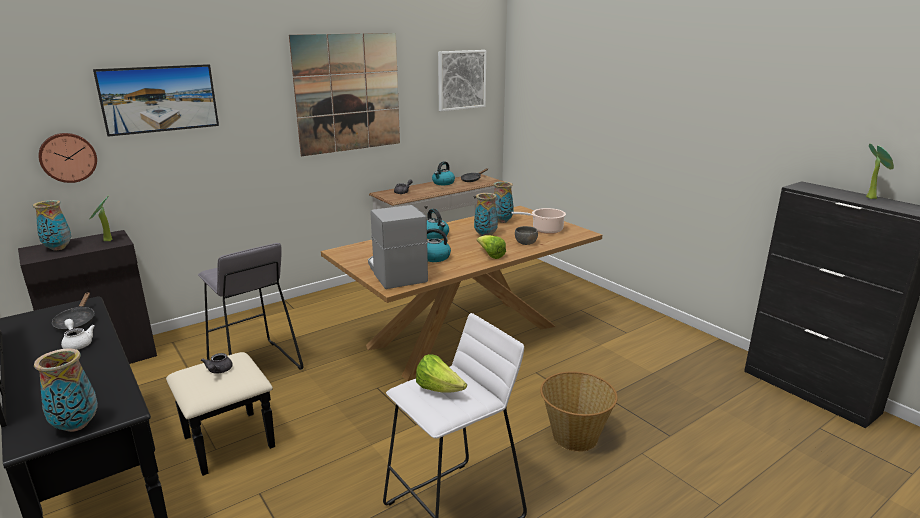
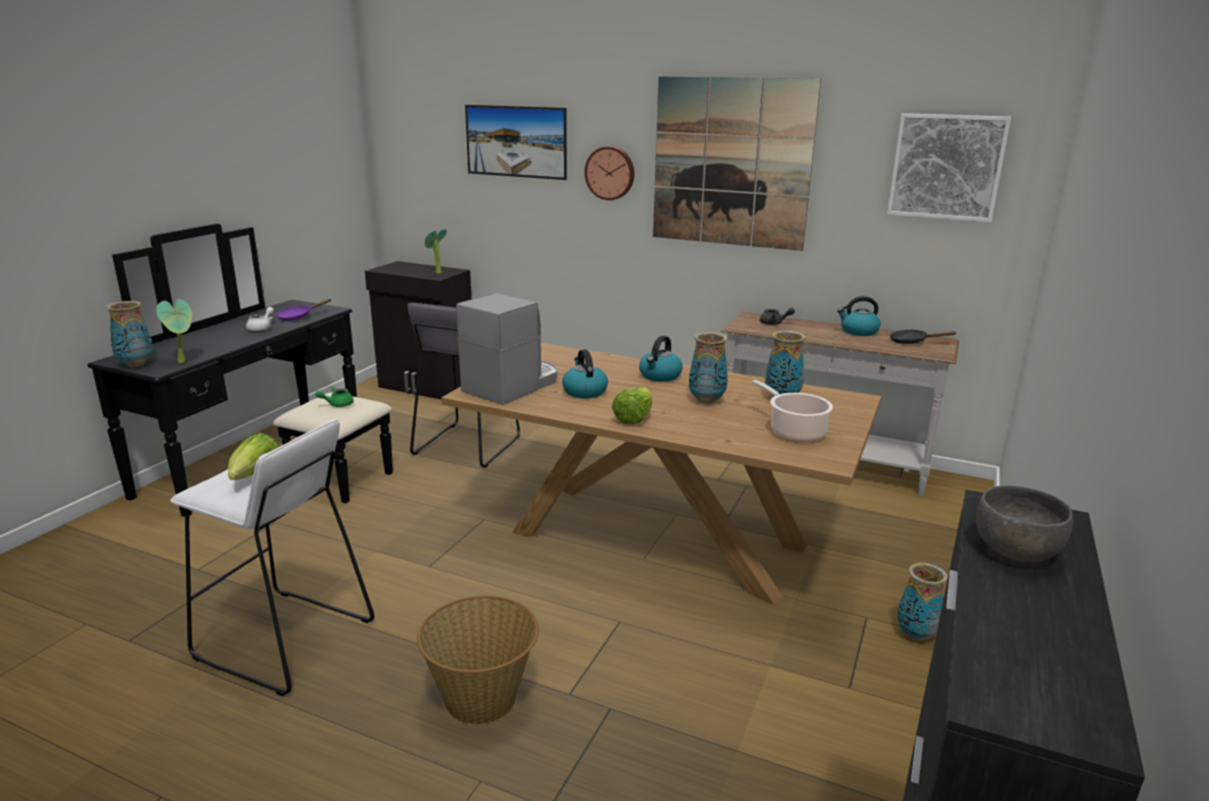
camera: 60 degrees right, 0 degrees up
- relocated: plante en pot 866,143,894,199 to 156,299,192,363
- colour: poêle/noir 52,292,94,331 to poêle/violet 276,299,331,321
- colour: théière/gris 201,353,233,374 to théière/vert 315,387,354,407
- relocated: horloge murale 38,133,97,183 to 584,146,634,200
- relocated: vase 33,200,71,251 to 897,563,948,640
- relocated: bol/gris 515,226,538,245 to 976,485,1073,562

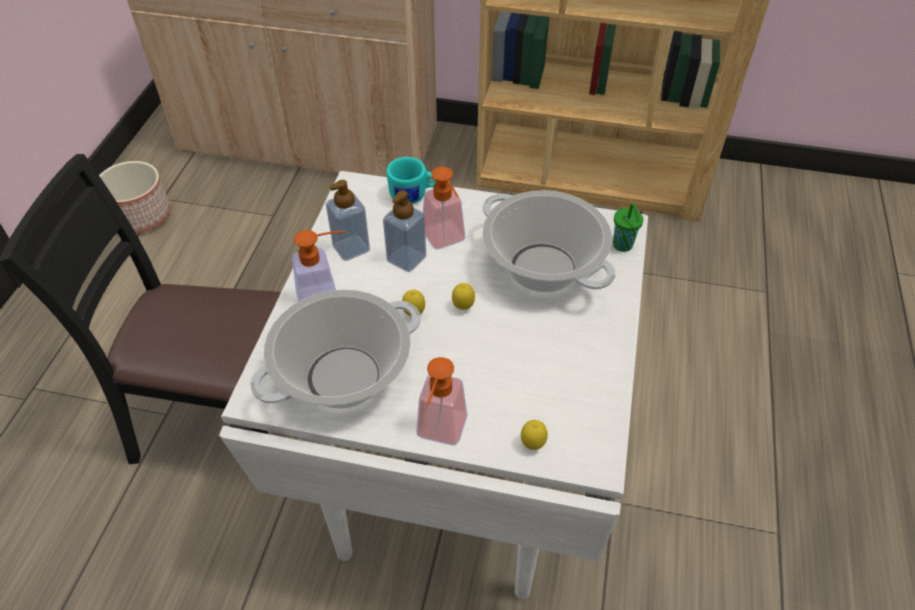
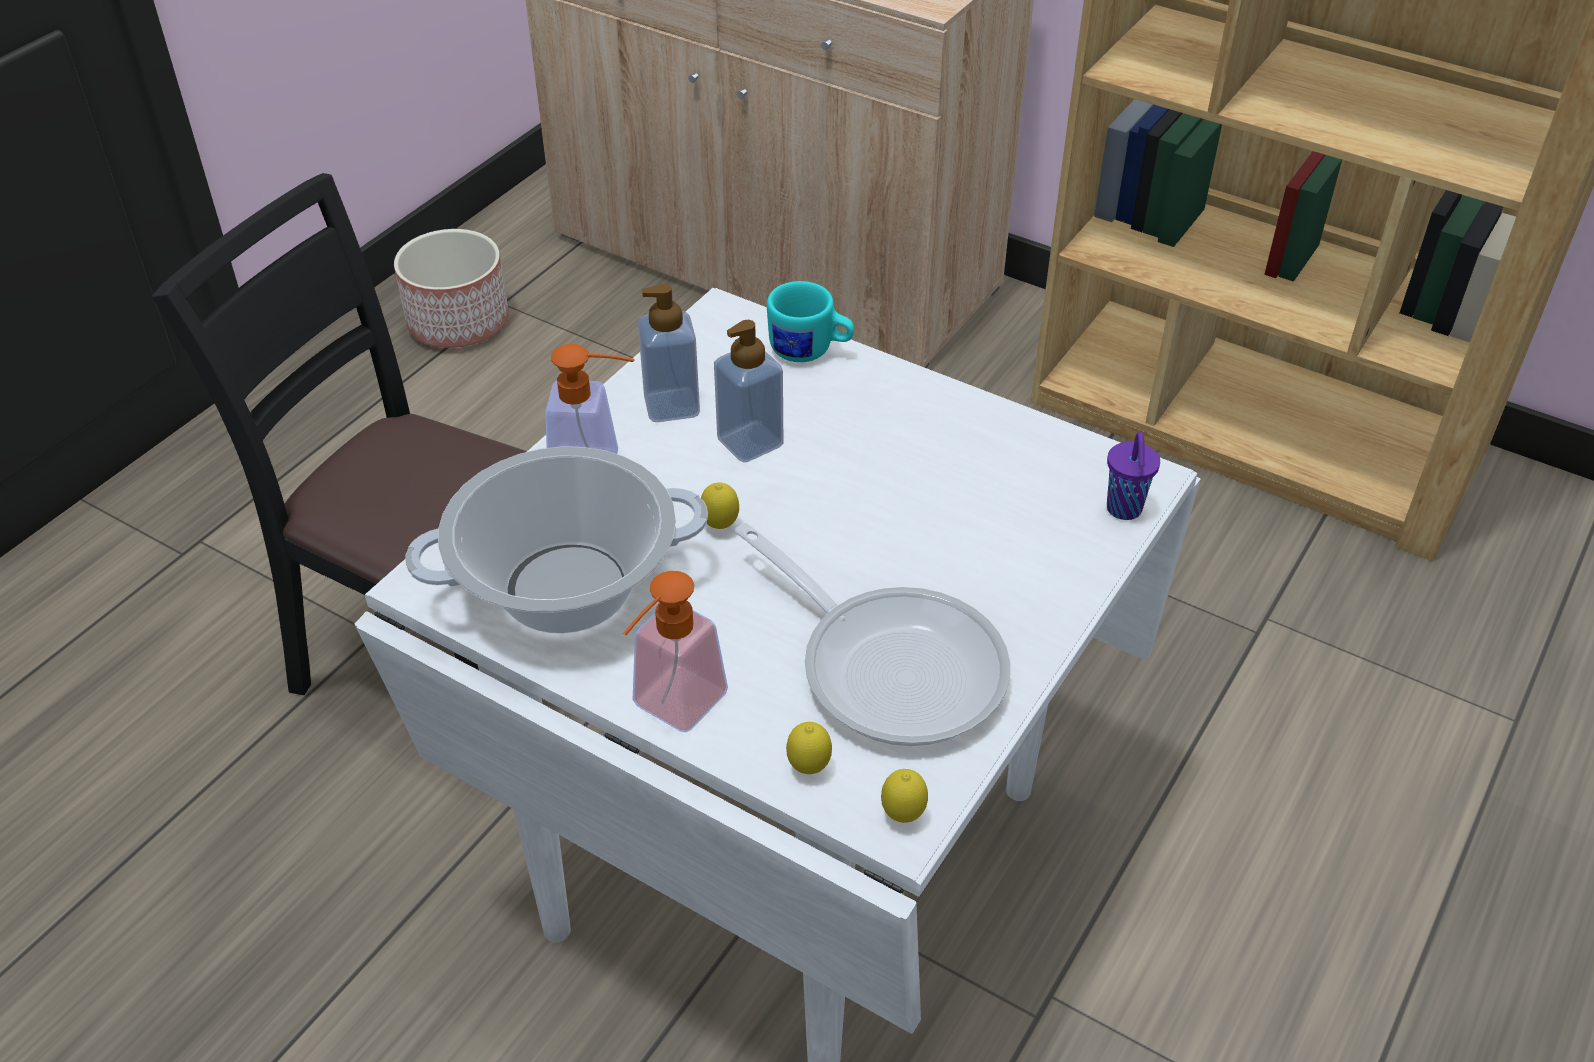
camera: 20 degrees right, 5 degrees down
- appeared: poêle 735,523,1010,746
- relocated: citron 452,283,475,310 to 881,769,928,823
- colour: tasse/vert 613,203,643,252 to tasse/violet 1107,432,1160,520
- missing: distributeur de savon 423,167,466,249
- missing: marmite 482,190,616,292

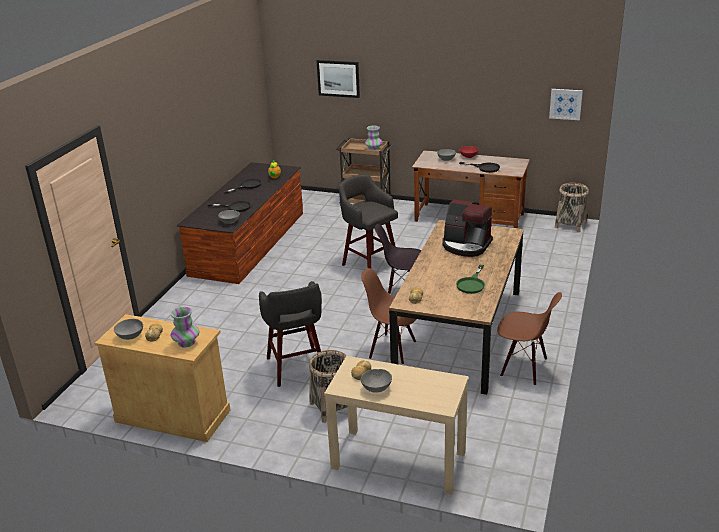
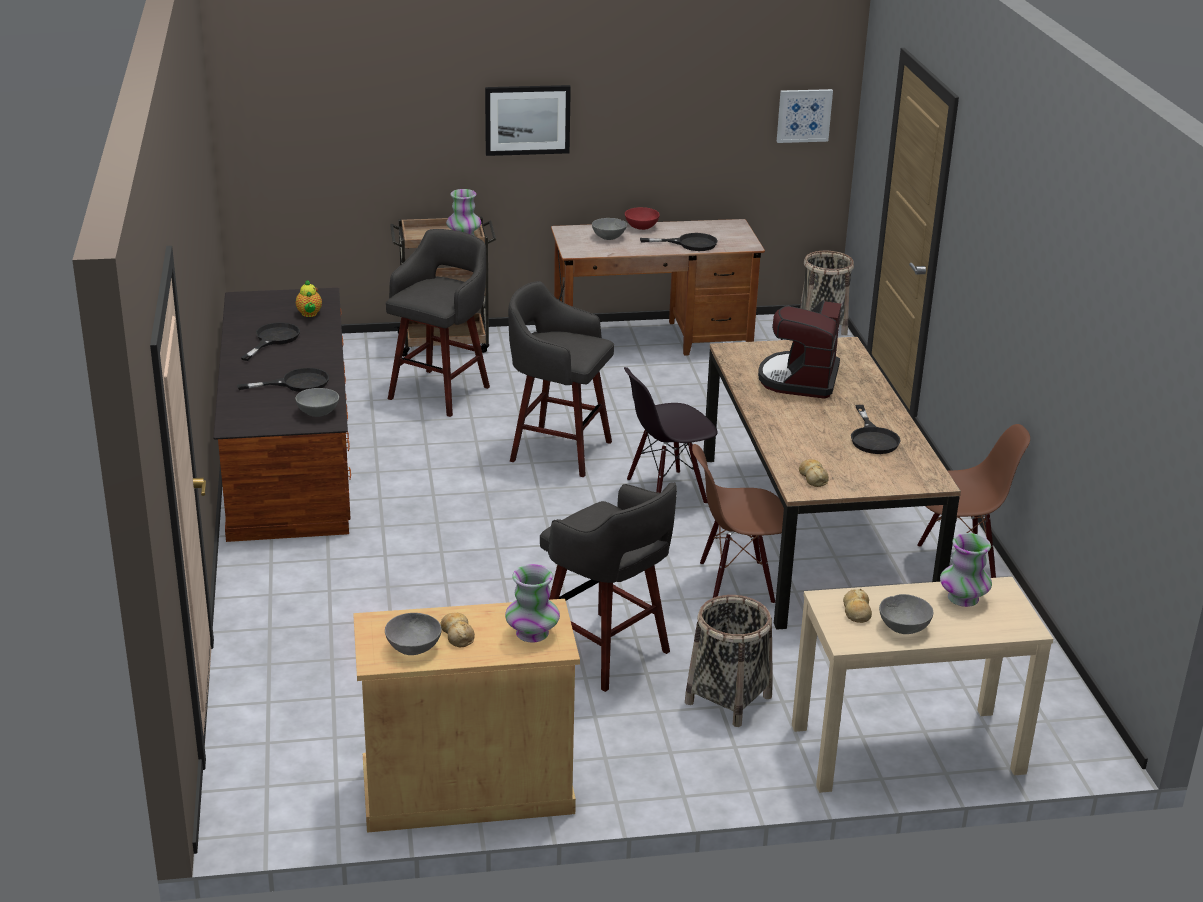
camera: 30 degrees left, 0 degrees up
- appeared: tabouret/gris 386,229,490,417
- relocated: tableau 317,60,360,98 to 485,85,571,156
- spun: machine à café 442,199,493,257 = 758,300,841,399 105 degrees clockwise
- colour: poêle/vert 456,265,485,294 to poêle/noir 851,405,901,454
- appeared: vase 940,533,992,607

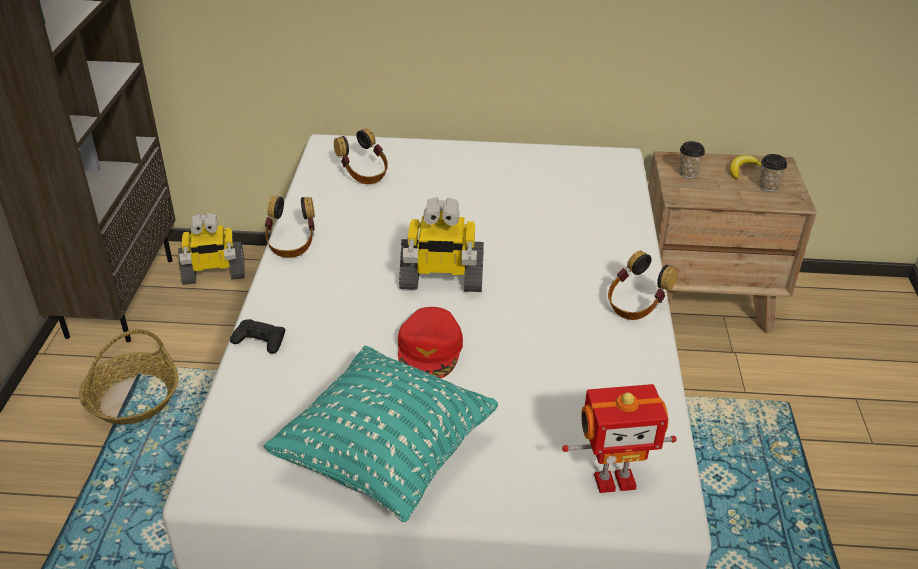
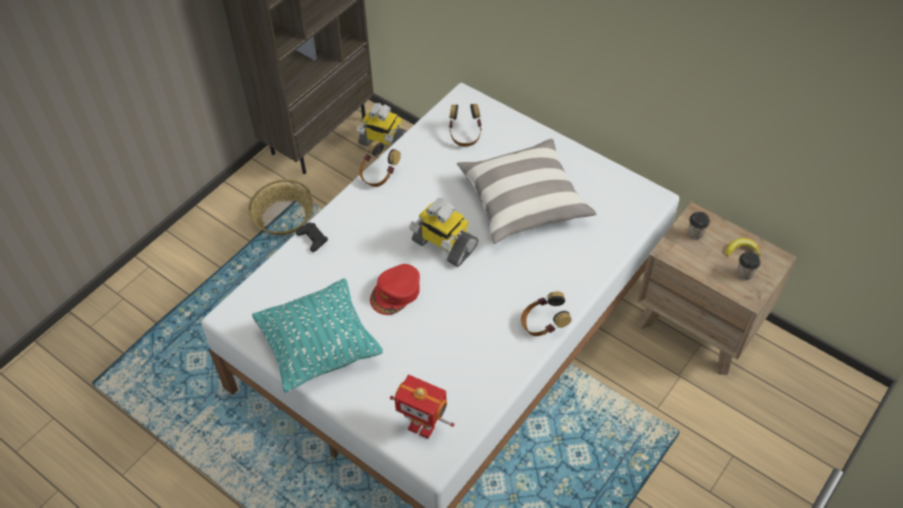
camera: 35 degrees right, 15 degrees up
- appeared: coussin 457,138,596,244

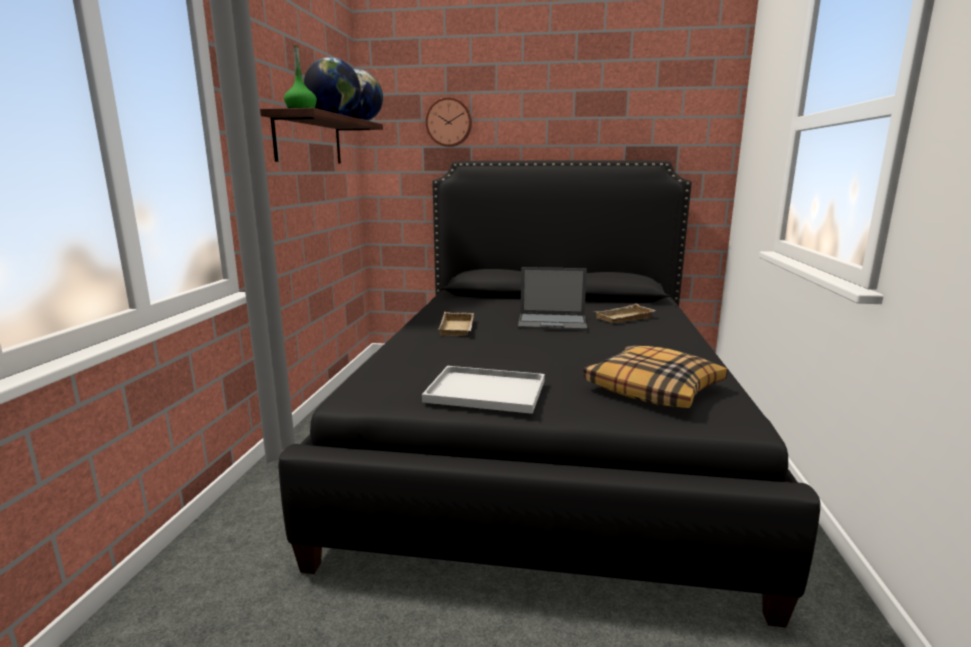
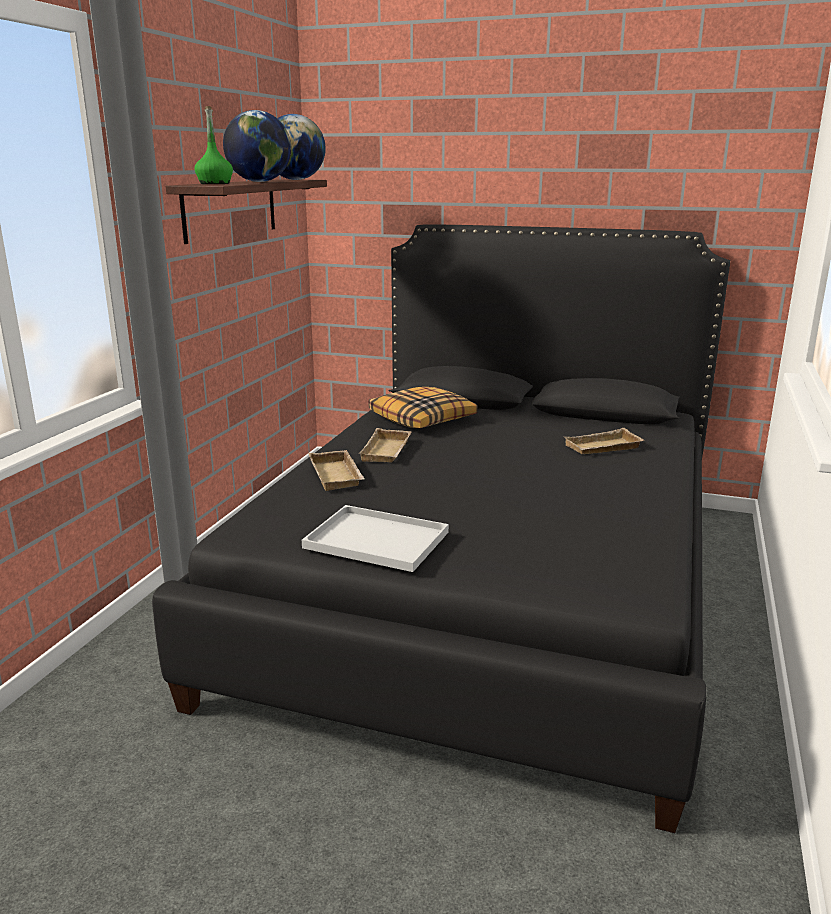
camera: 10 degrees right, 5 degrees up
- appeared: plateau/beige 308,450,365,491
- relocated: coussin 583,346,728,408 to 369,387,478,428
- missing: horloge murale 426,97,472,147
- missing: ordinateur portable 518,267,587,331

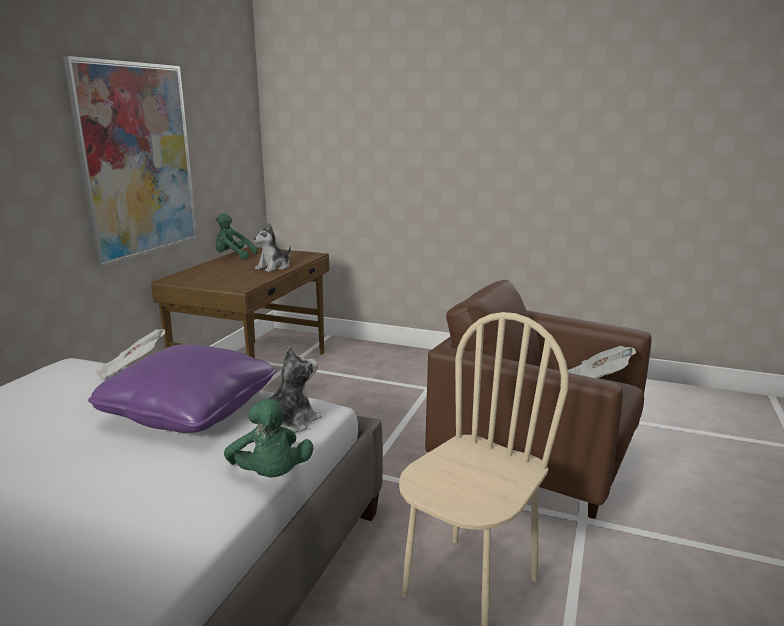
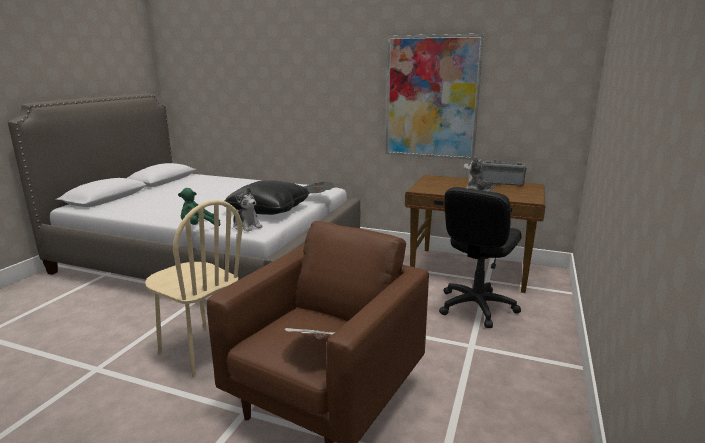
camera: 90 degrees right, 0 degrees up
- colour: coussin/violet 88,345,277,433 to coussin/noir 225,180,310,215
- appeared: chaise de bureau/noir 439,187,522,328
- exchanged: peluche/vert 216,213,258,259 to radio 481,160,527,186

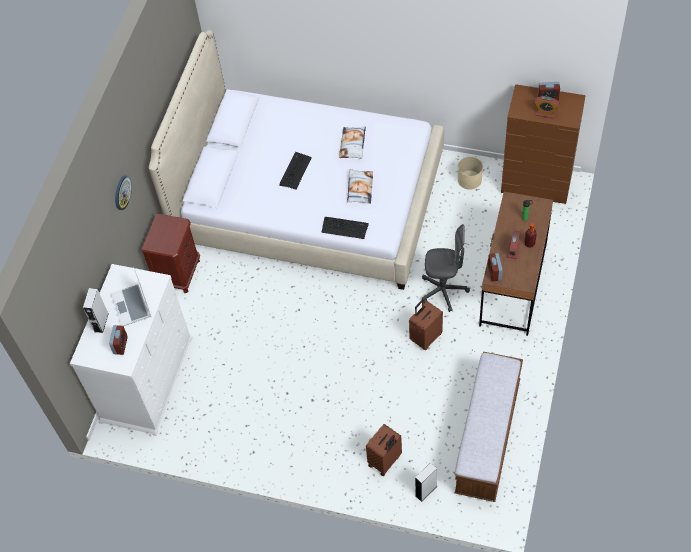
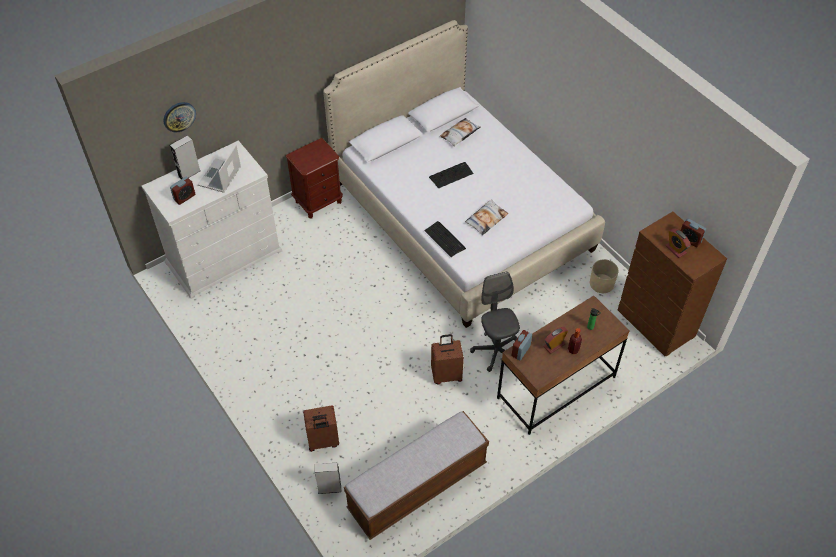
camera: 35 degrees right, 5 degrees down
- relocated: horloge murale 115,176,132,210 to 163,102,196,132
- relocated: coussin 339,126,366,159 to 440,118,481,146
- spun: chaise de bureau/gris 422,224,470,312 = 470,272,520,372 150 degrees counterclockwise

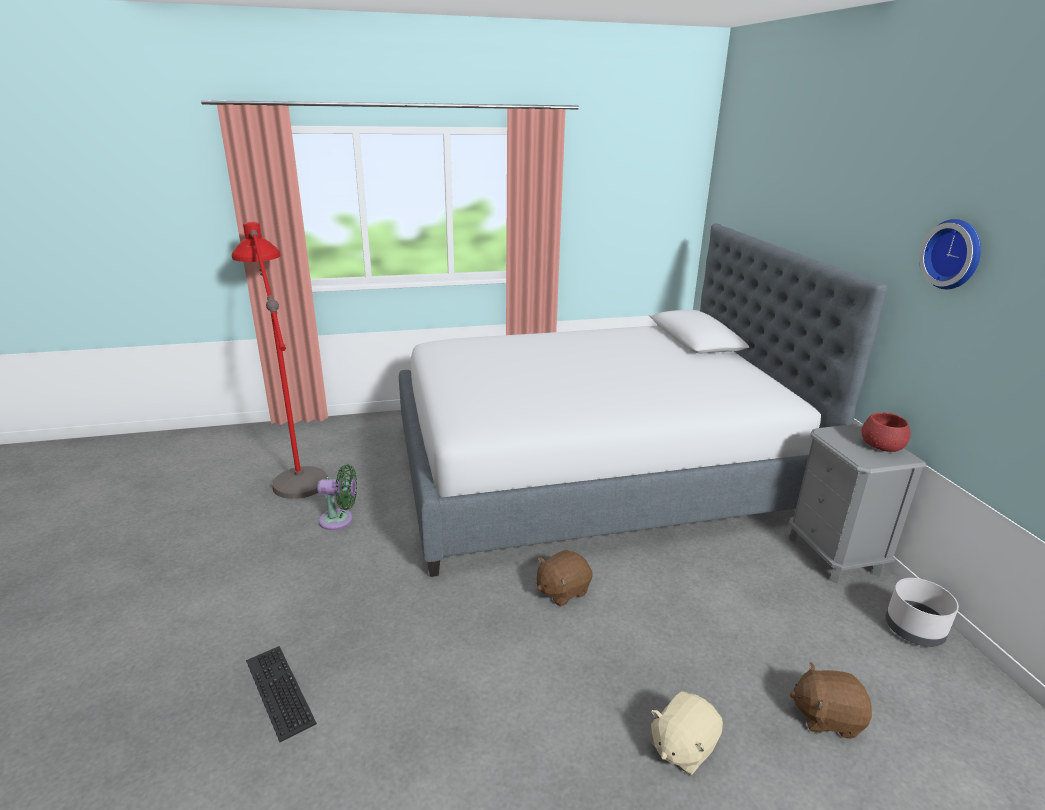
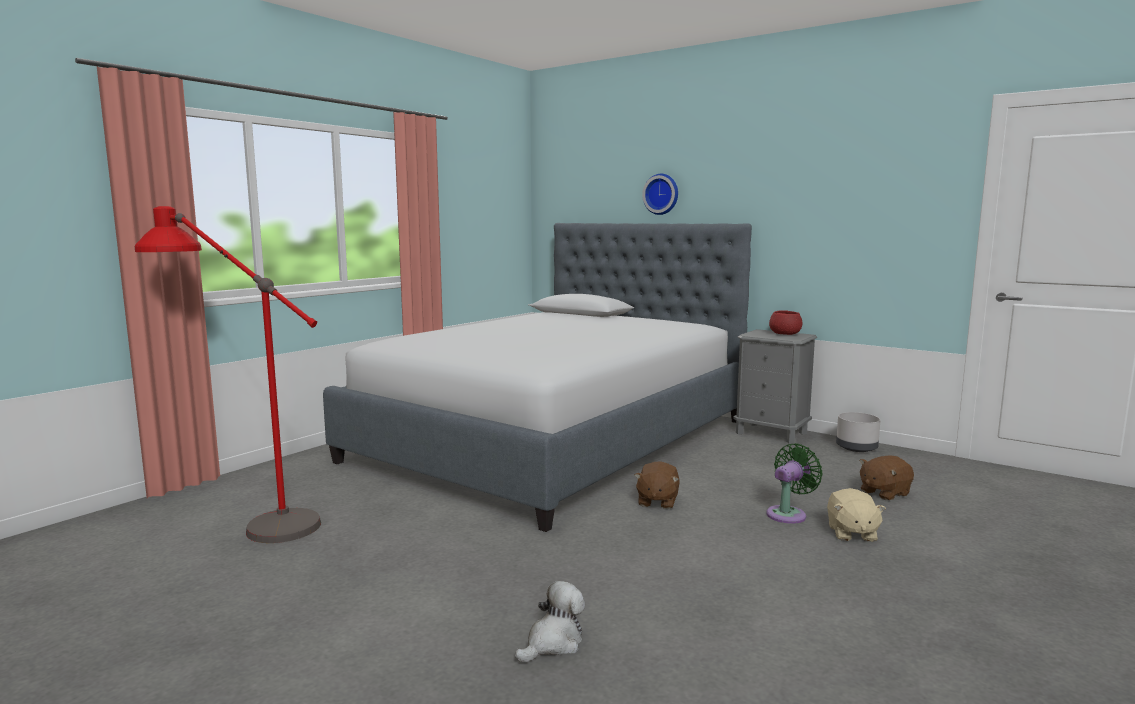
camera: 40 degrees left, 15 degrees down
- exchanged: clavier 246,646,317,742 to peluche 515,581,585,662
- relocated: horloge murale 919,219,981,289 to 642,174,678,215
- relocated: ventilateur/vert 317,465,357,530 to 766,443,823,524

